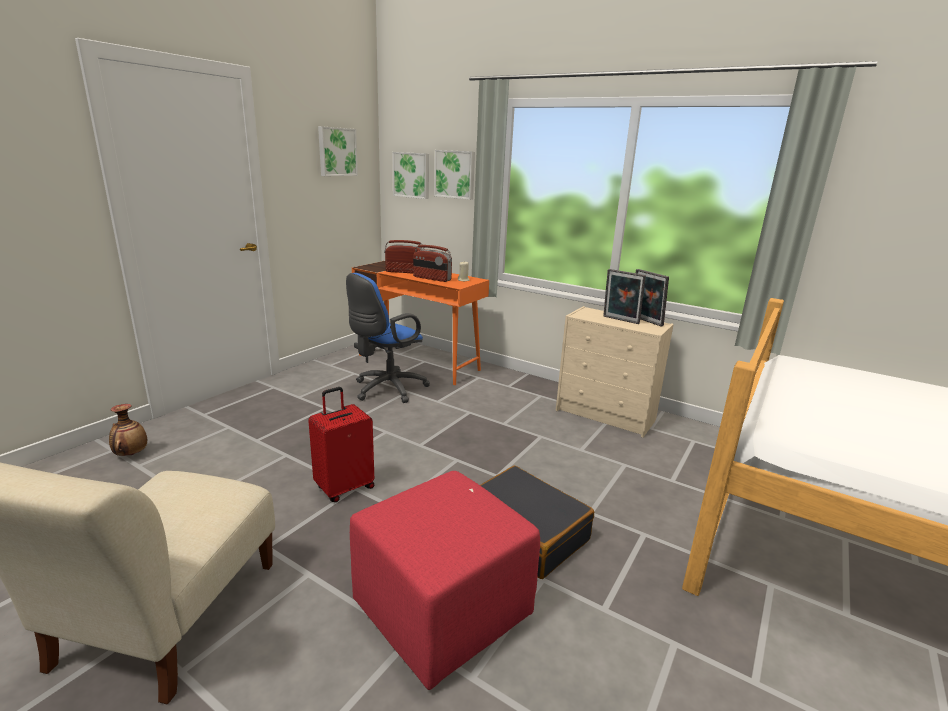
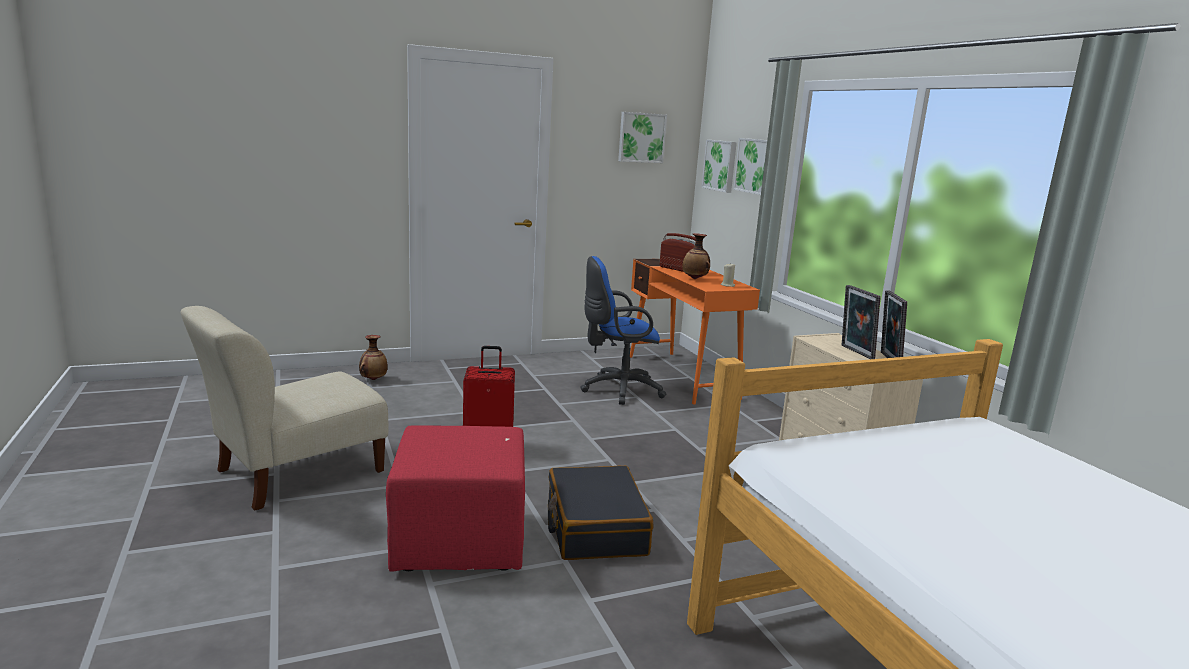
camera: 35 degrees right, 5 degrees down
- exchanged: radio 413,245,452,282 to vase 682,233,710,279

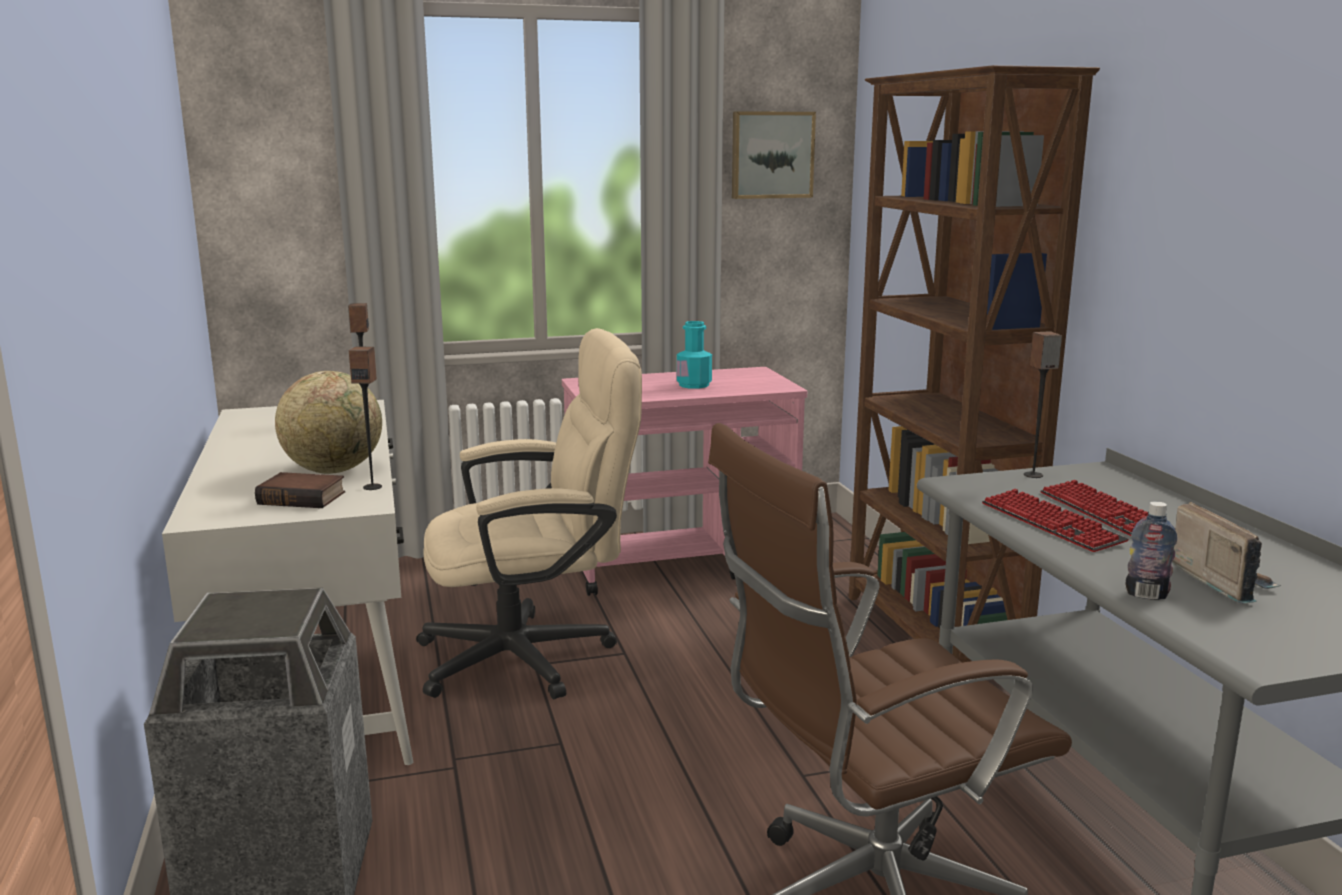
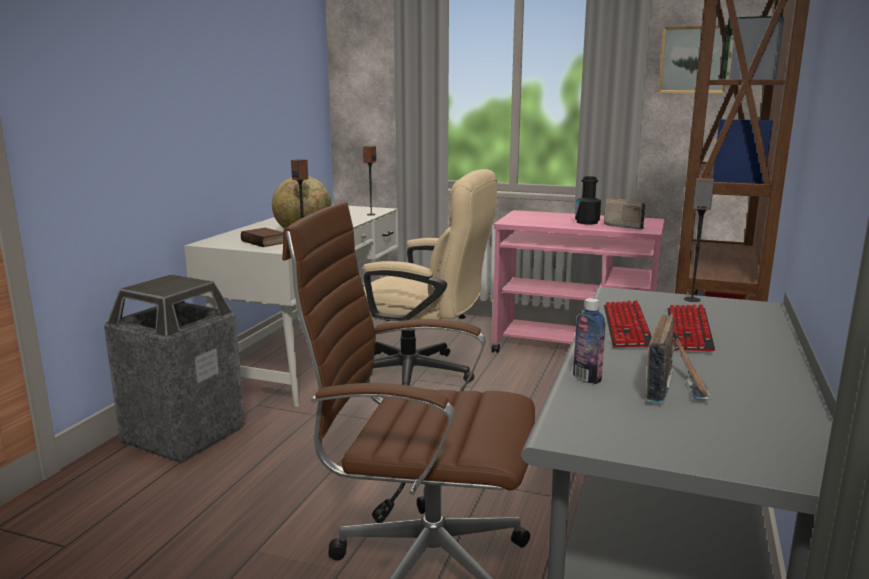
camera: 35 degrees right, 0 degrees up
- colour: bouteille/turquoise 677,321,712,389 to bouteille/noir 575,176,601,224
- appeared: radio 604,198,645,230

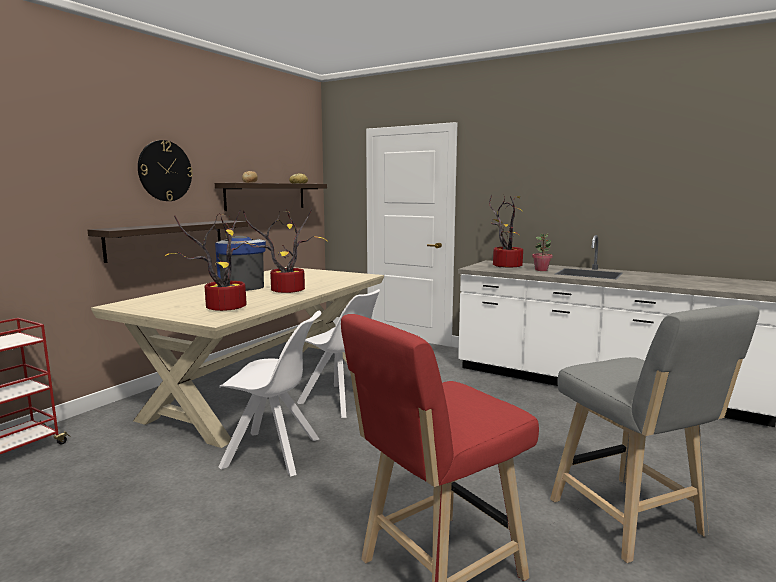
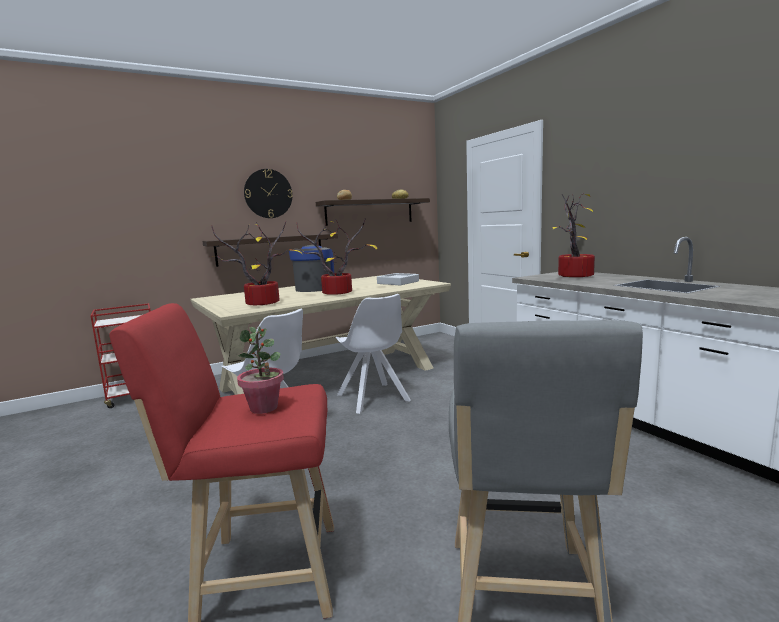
camera: 30 degrees right, 0 degrees up
- relocated: plante en pot 532,233,553,271 to 237,327,284,414
- appeared: plateau/gris 377,273,419,285

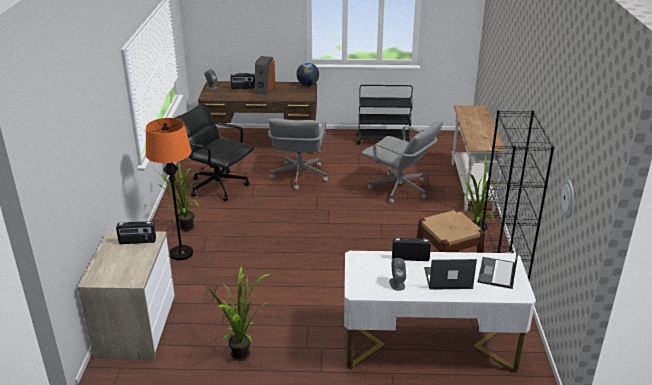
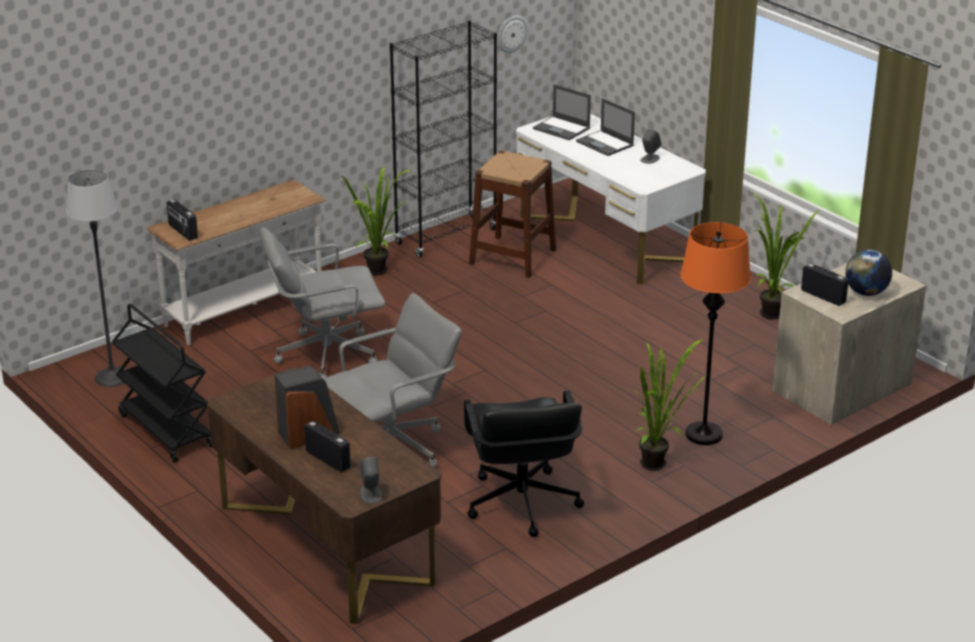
camera: 130 degrees left, 0 degrees up
- appeared: lampadaire 66,170,126,387
- relocated: radio 392,238,431,261 to 167,199,198,241
- spun: chaise de bureau/gris 362,120,443,204 = 260,227,386,379 105 degrees counterclockwise
- spun: ordinateur portable 478,236,520,289 = 533,84,591,140 60 degrees clockwise
- relocated: globe 296,63,319,86 to 845,250,892,296

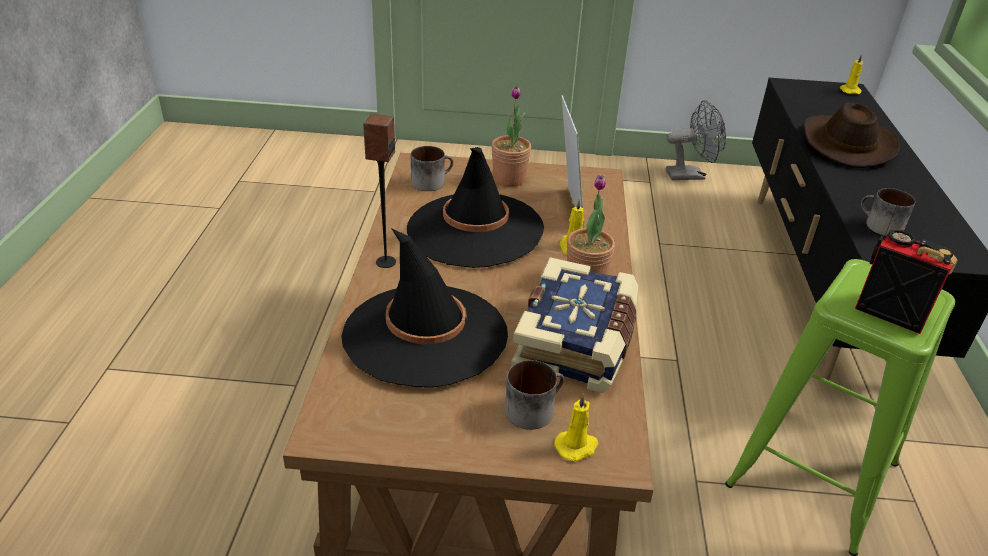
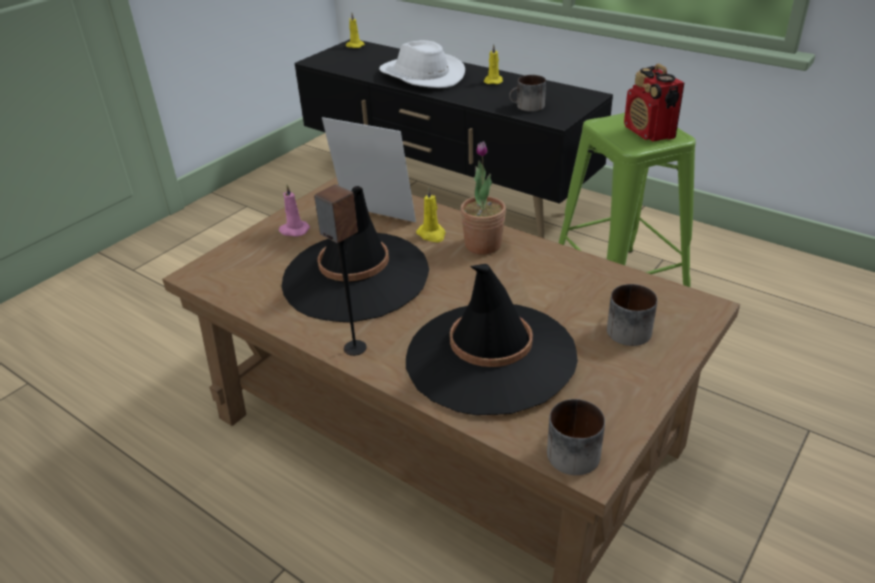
camera: 55 degrees left, 0 degrees up
- exchanged: plante en pot 492,86,531,187 to bougie/rose 279,185,310,237
- colour: chapeau/marron 803,102,900,168 to chapeau/blanc 379,40,465,88
- relocated: bougie/jaune 554,393,598,461 to 484,44,503,84
- relocated: mug 411,146,453,191 to 547,399,605,475
- spun: radio 855,230,957,334 = 624,63,684,142 90 degrees counterclockwise
- missing: livre 511,257,638,393
- missing: ventilateur/gris 666,100,726,180

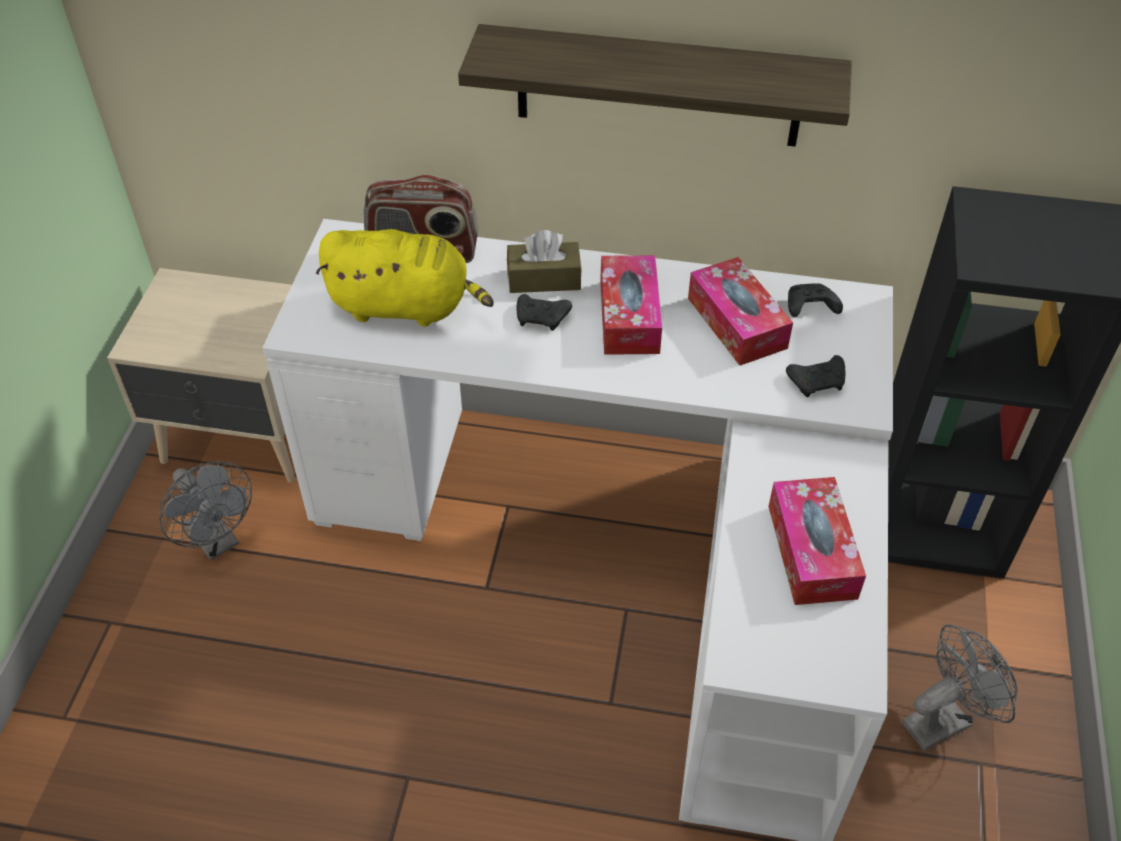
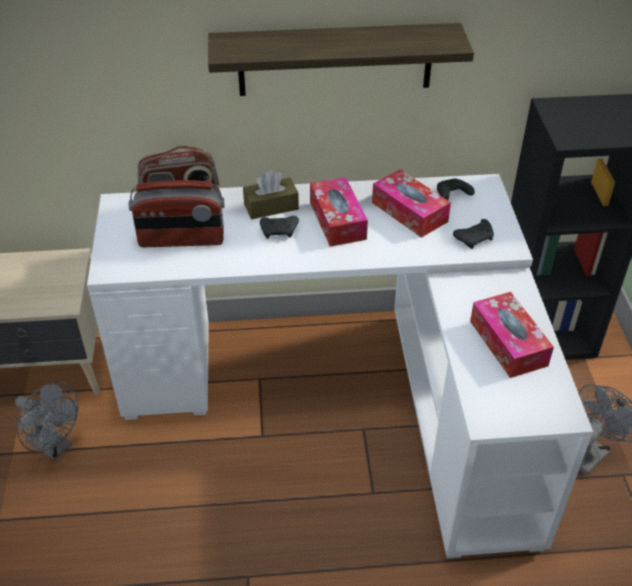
camera: 15 degrees left, 5 degrees down
- exchanged: peluche/jaune 315,229,494,327 to radio 129,180,224,247

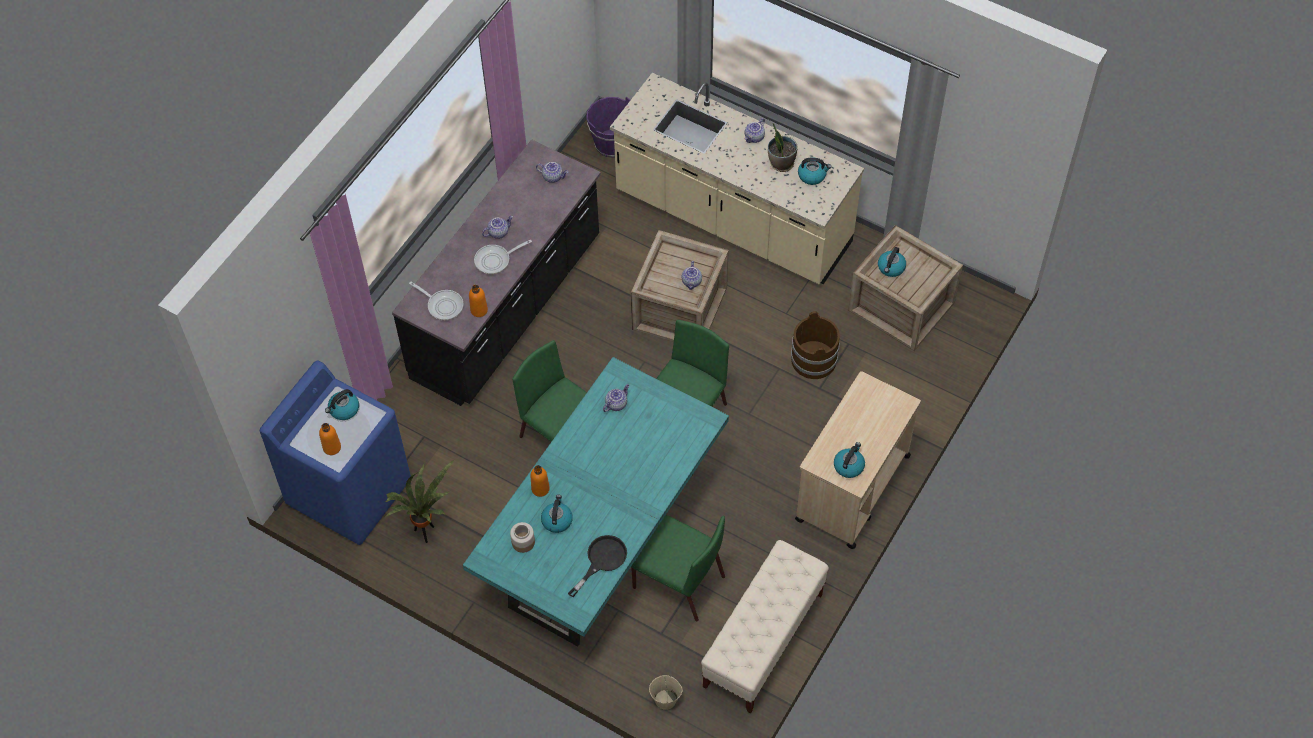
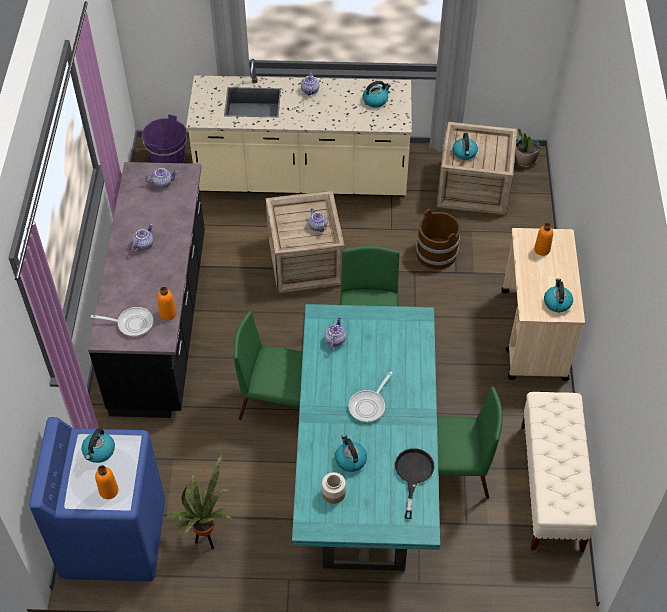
camera: 30 degrees left, 5 degrees down
- relocated: poêle 474,240,532,274 to 348,371,393,422
- relocated: plante en pot 768,123,798,172 to 515,129,540,167
- relocated: bouteille/orange 530,465,550,497 to 534,223,553,256
- missing: seau/beige 649,675,683,710

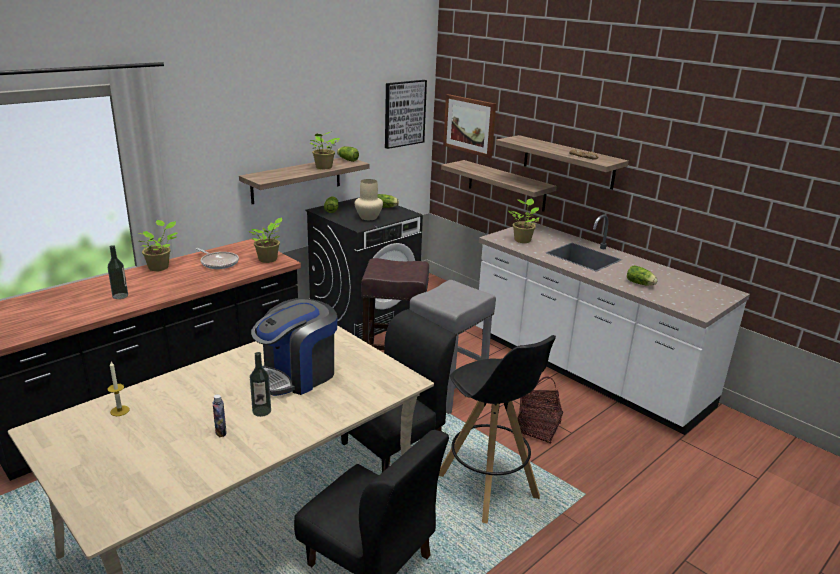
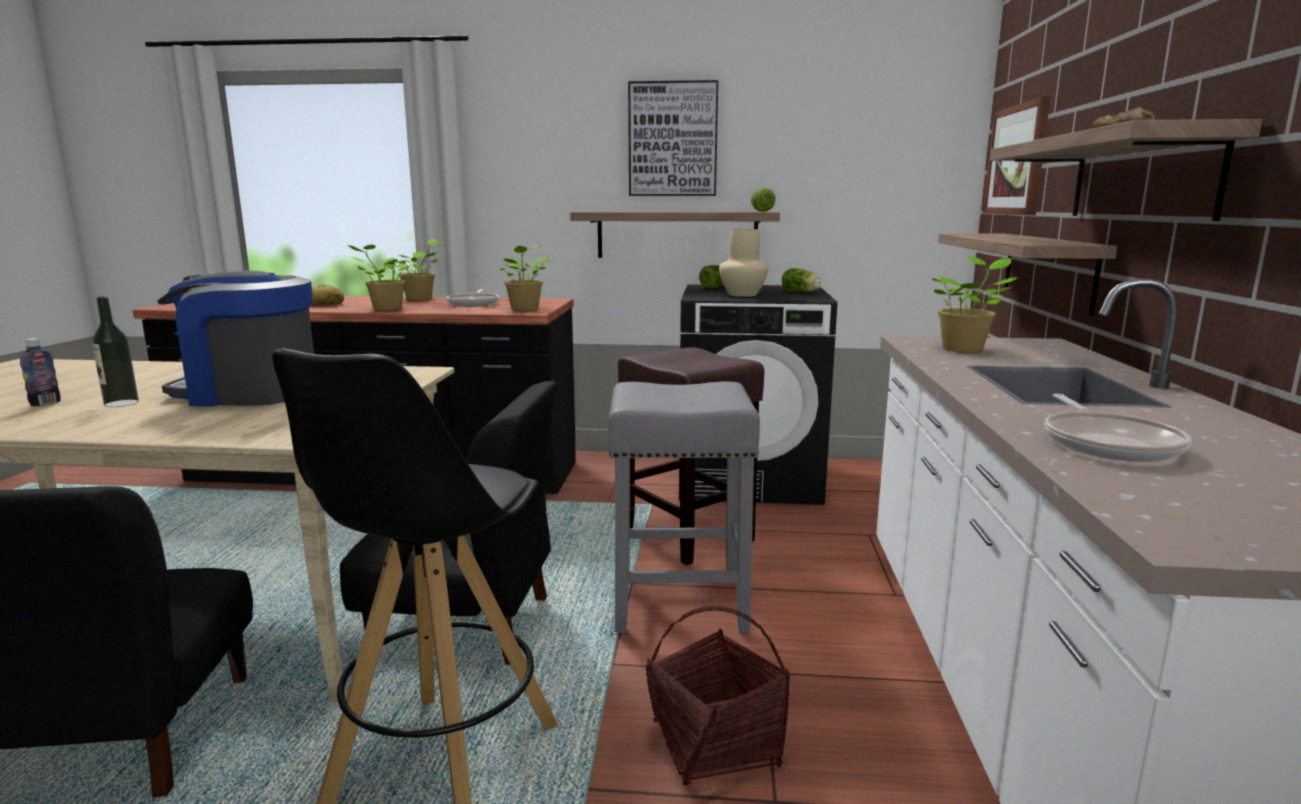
camera: 50 degrees right, 10 degrees down
- exchanged: bouteille 108,245,128,299 to pain 312,284,344,306
- relocated: plante en pot 310,132,340,169 to 348,245,408,310
- relocated: tableau 385,80,427,149 to 628,80,718,196
- exchanged: laitue 627,265,658,286 to poêle 1044,394,1191,462
- missing: bougie 107,362,130,416

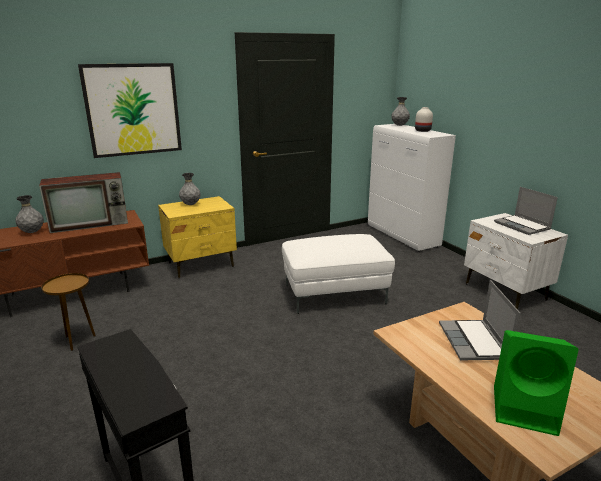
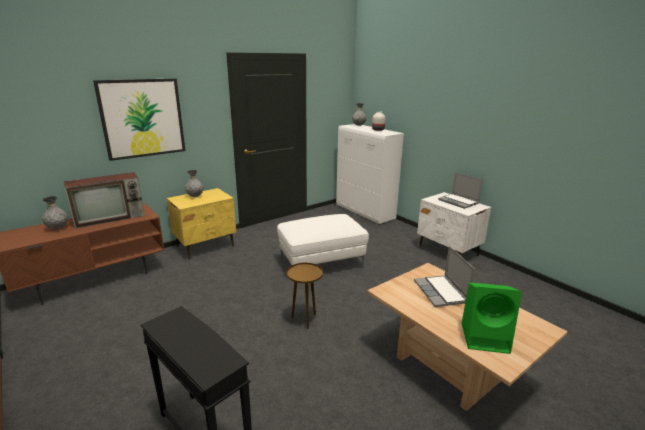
camera: 10 degrees left, 0 degrees up
- relocated: table d'appoint/marron 41,273,96,351 to 286,263,323,329

